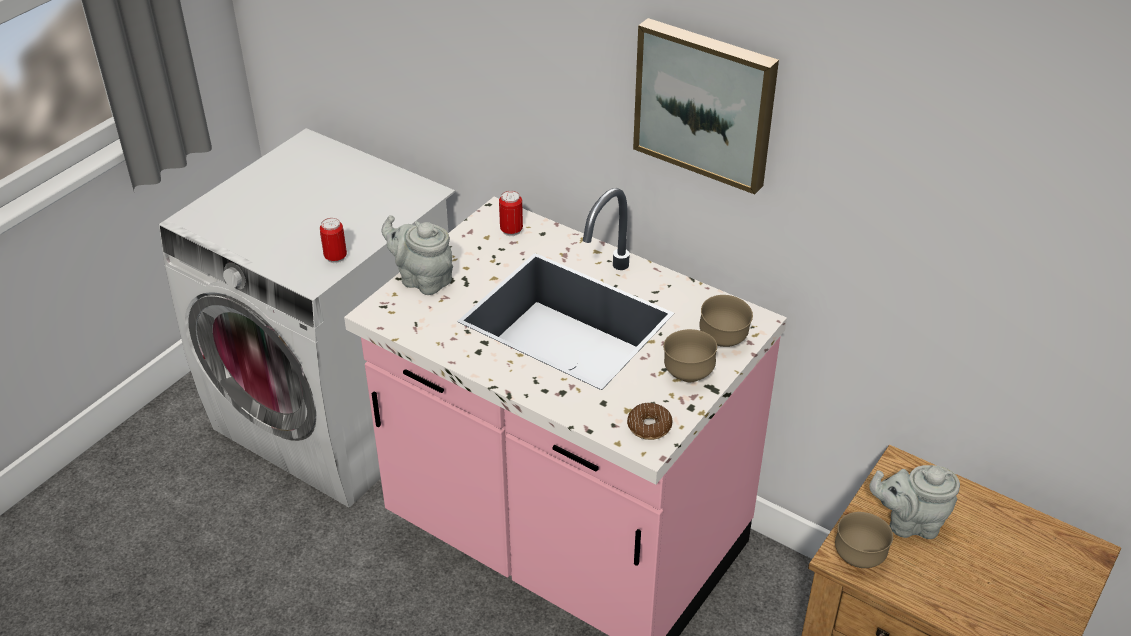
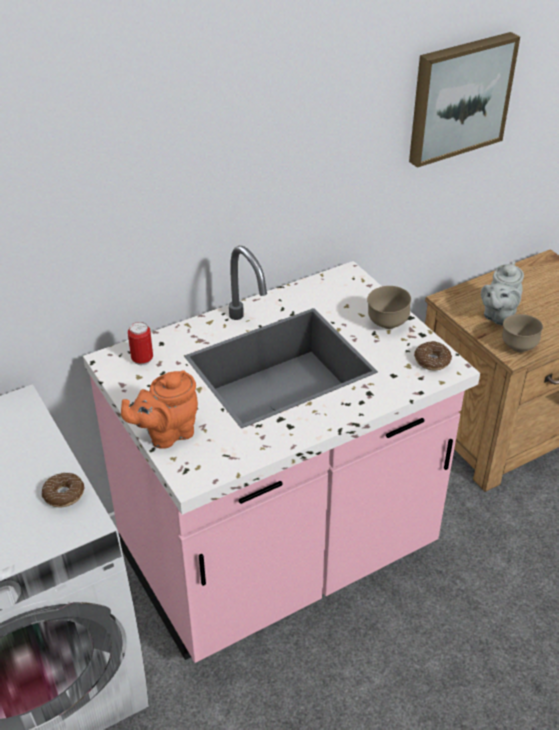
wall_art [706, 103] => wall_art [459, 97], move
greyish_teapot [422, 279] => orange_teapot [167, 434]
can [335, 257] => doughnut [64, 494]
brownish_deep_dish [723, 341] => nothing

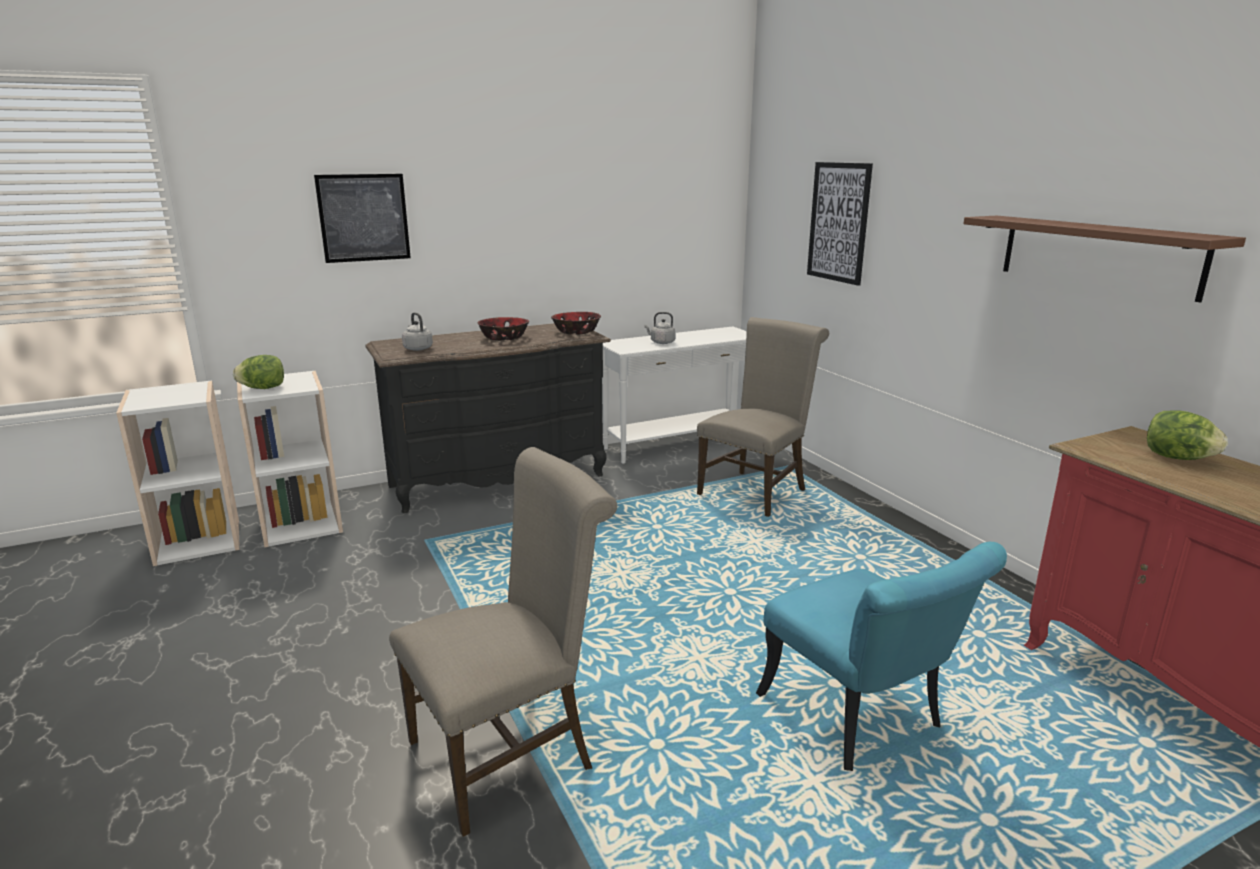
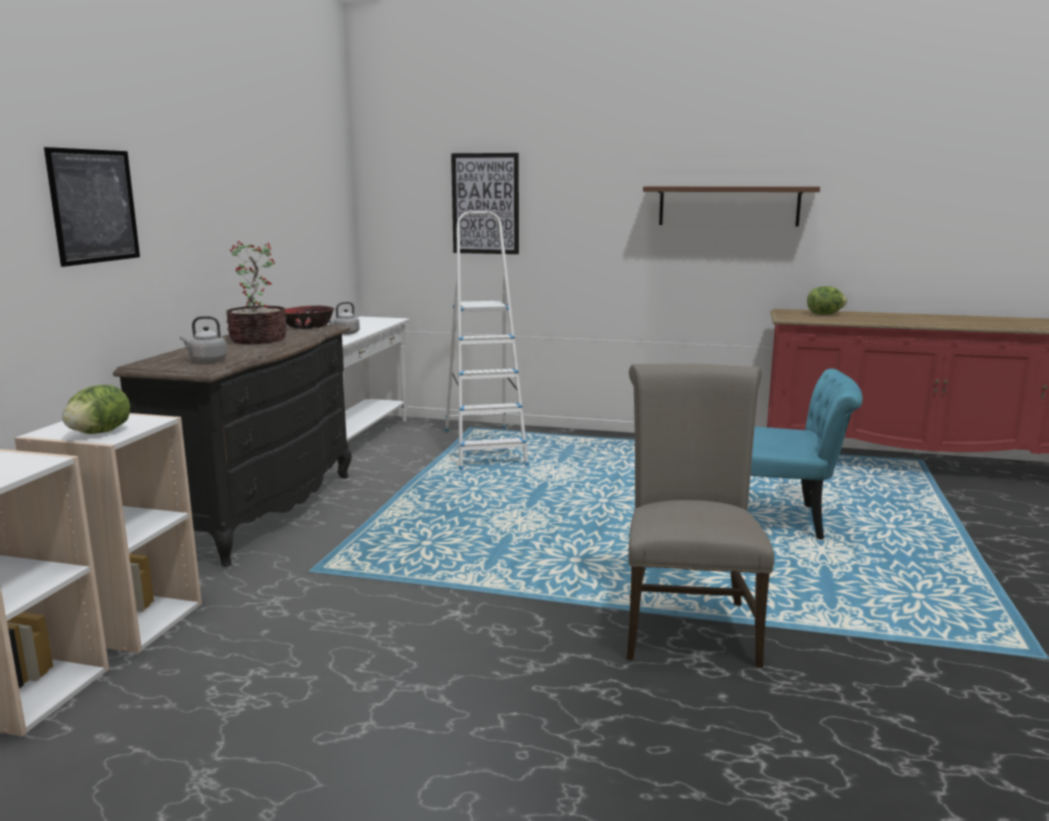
deep_dish [504, 337] => potted_plant [258, 340]
sand-coloured_upright_chair [756, 490] => whitish_step_stool [484, 447]

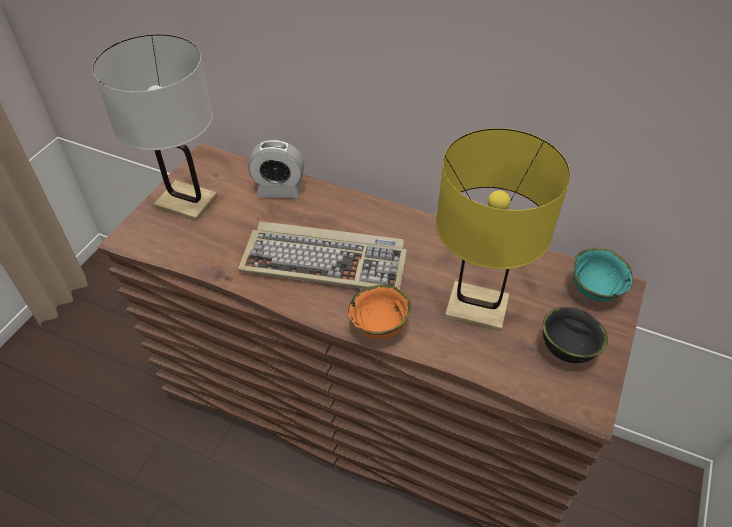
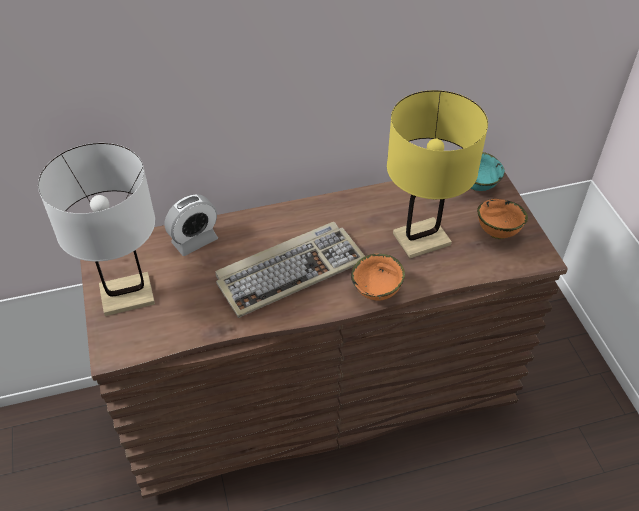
black-coloured_deep_dish [565, 350] => orange_deep_dish [496, 232]

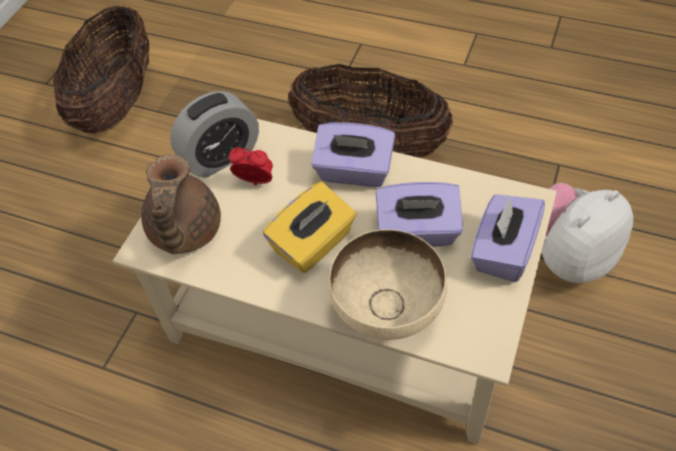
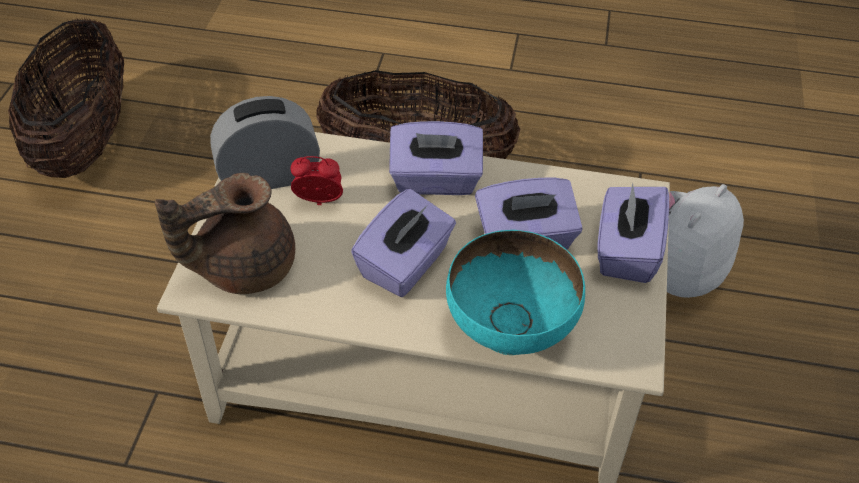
table_clock [221, 157] => table_clock [269, 176], 150 degrees counterclockwise
brownish_teapot [184, 232] => brownish_teapot [243, 266], 75 degrees clockwise
yellow-coloured_tissue_holder [313, 244] => purplish_tissue_holder [405, 264]
sand-coloured_deep_dish [388, 312] => turquoise-coloured_deep_dish [510, 330]

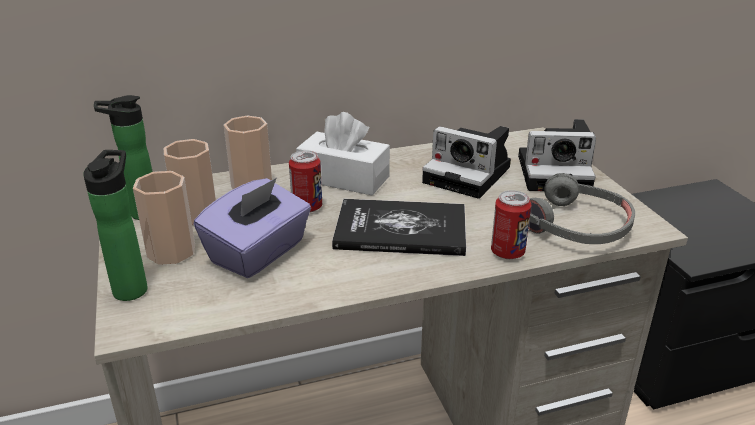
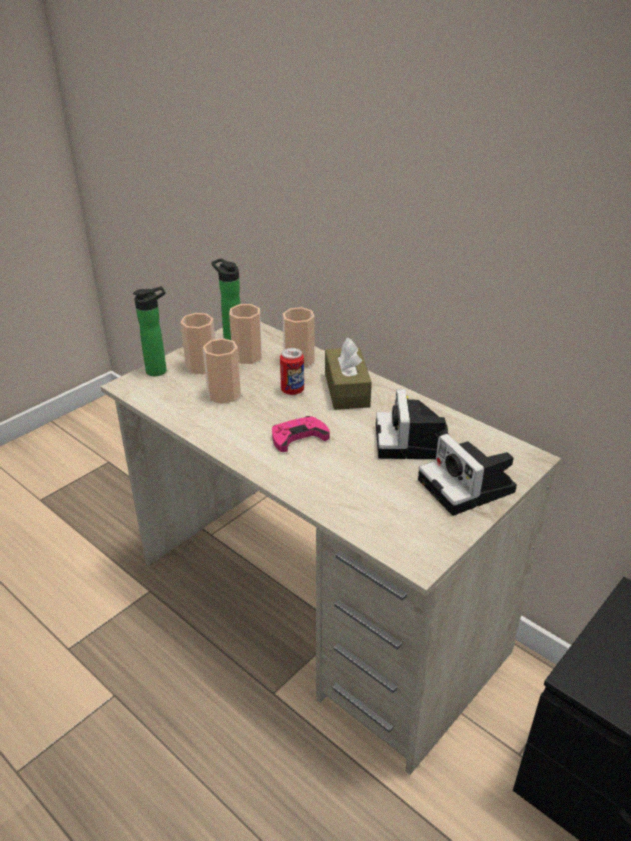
whitish_tissue_holder [344, 178] => brownish_tissue_holder [346, 390]
greyish_pair_of_headphones [577, 226] => nothing
purplish_tissue_holder [259, 253] => drinking_cup [224, 394]
can [507, 253] => nothing
volume [401, 230] => pink-coloured_joypad [298, 437]

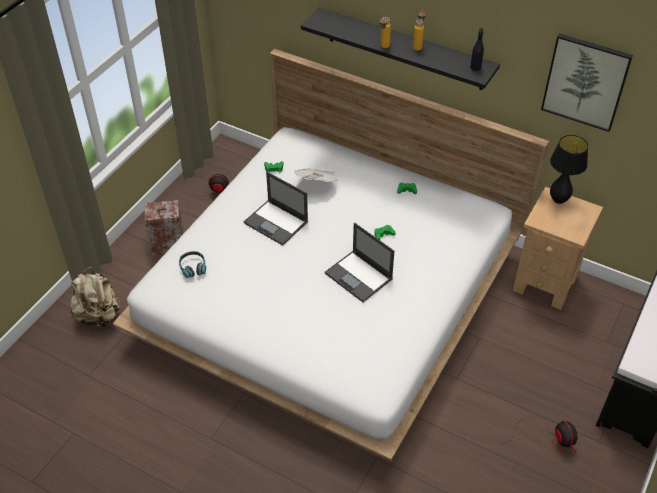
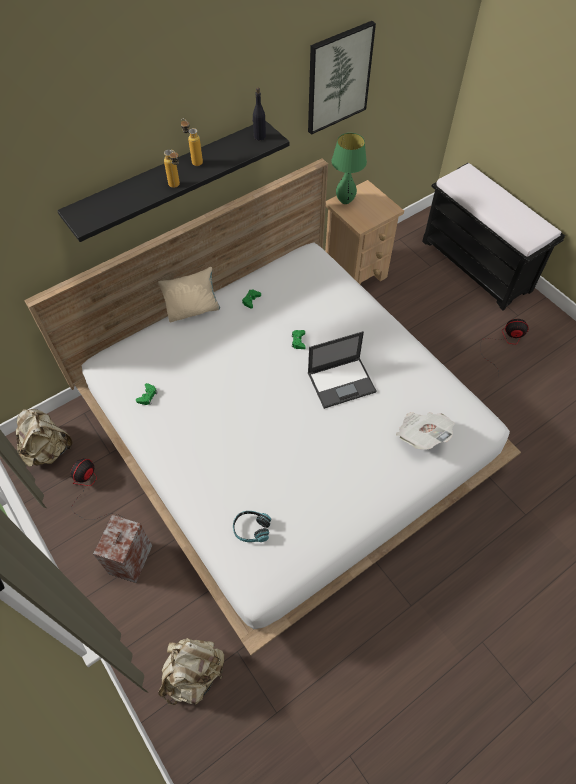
black-coloured_lamp_for_a_table [558, 200] => greenish_lamp_for_a_table [345, 201]
newspaper [317, 183] => newspaper [421, 435], move
notebook_computer [276, 222] => nothing
nothing => sand-coloured_cushion [193, 310]
nothing => sand-coloured_rucksack [48, 450]

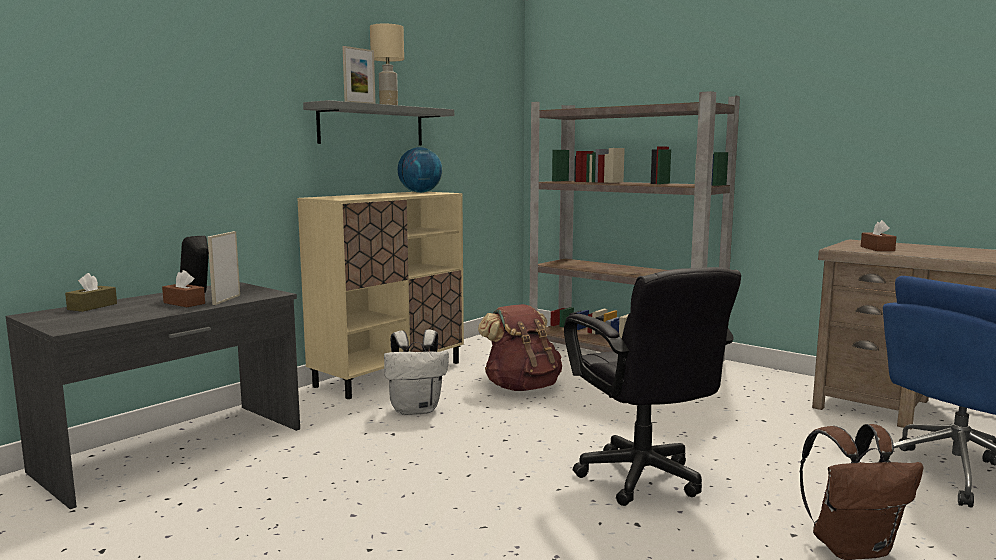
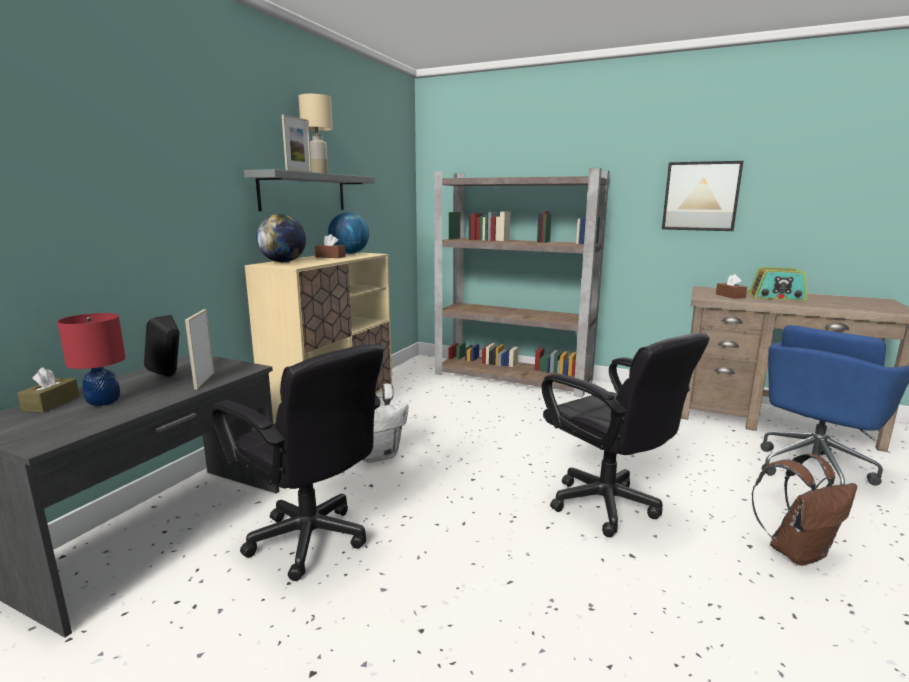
brownish_tissue_holder [184, 303] => brownish_tissue_holder [330, 257], move
brownish_rucksack [522, 387] => nothing
nothing => wall_art [700, 196]
nothing => globe [283, 262]
nothing => radio_set [776, 297]
nothing => red-coloured_lamp_for_a_table [105, 402]
nothing => black-coloured_computer_chair [313, 542]

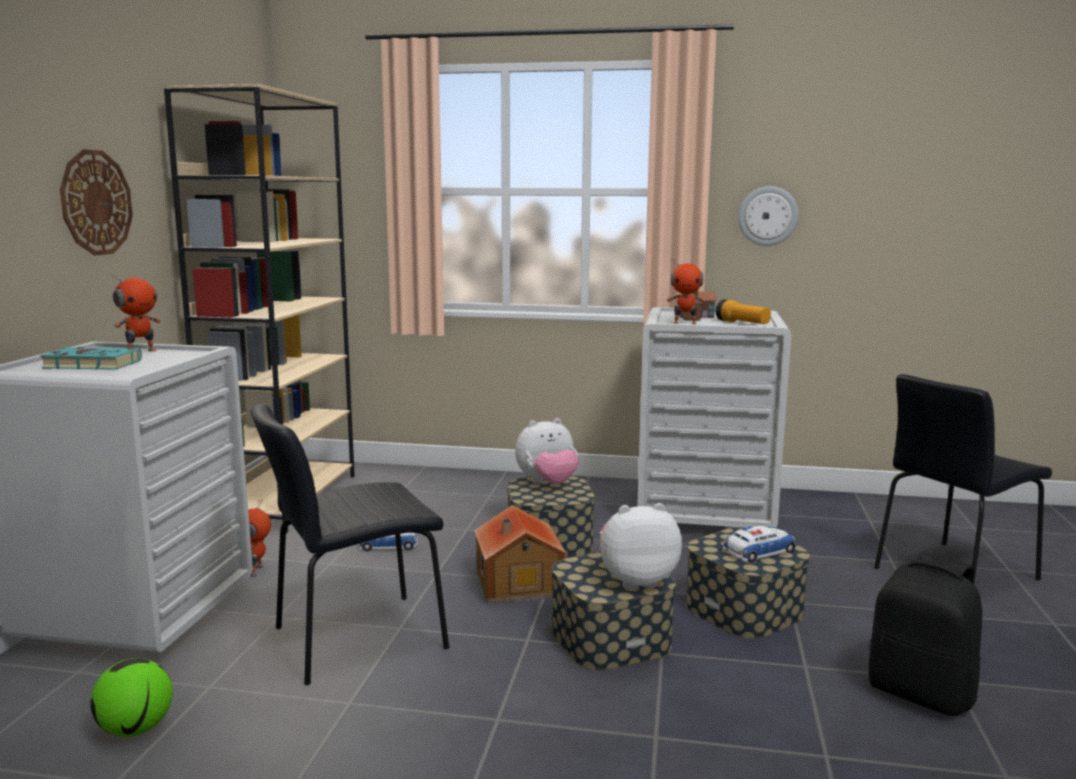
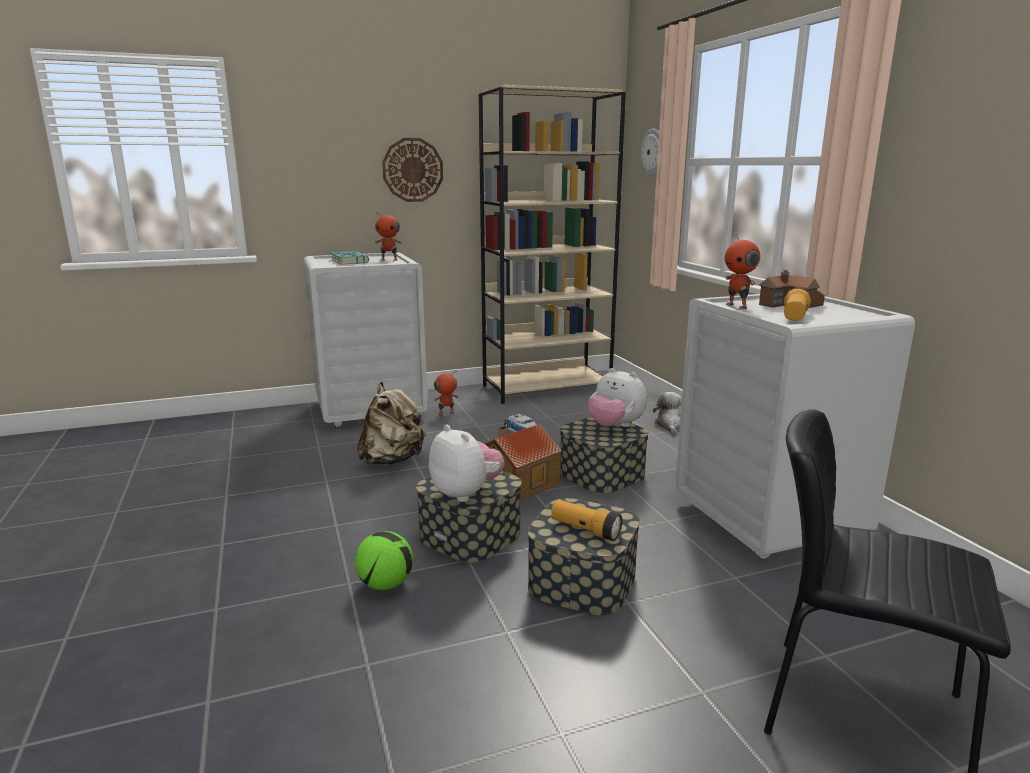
wall_clock [768, 216] => wall_clock [653, 152], move
black-coloured_upright_chair [353, 639] => sand-coloured_rucksack [392, 460]
toy_car [759, 551] => flashlight [585, 530]
black-coloured_rucksack [921, 693] => nothing
football [136, 729] => football [386, 584], move
nothing => cuddly_toy [669, 425]

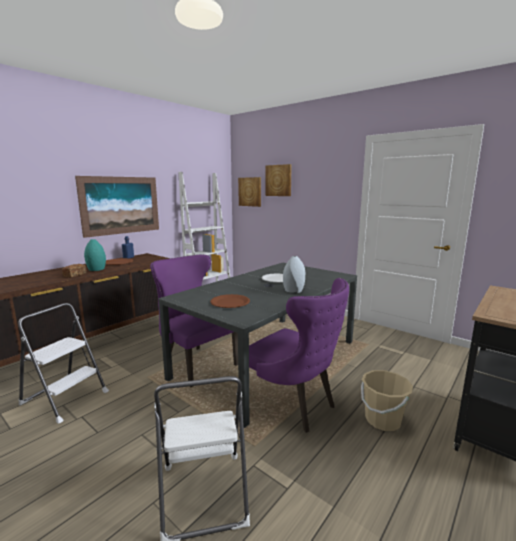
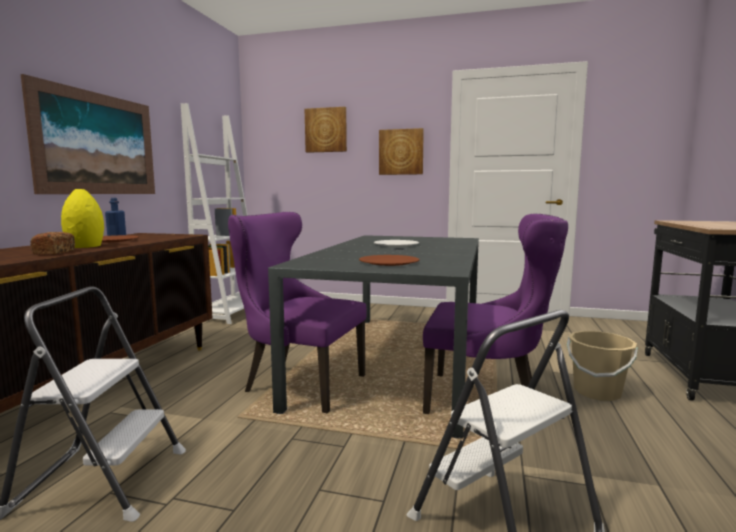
wall_art [250, 191] => wall_art [401, 152], move
turquoise-coloured_flower_vase [96, 269] => yellow-coloured_flower_vase [84, 247]
greyish_flower_vase [294, 291] => nothing

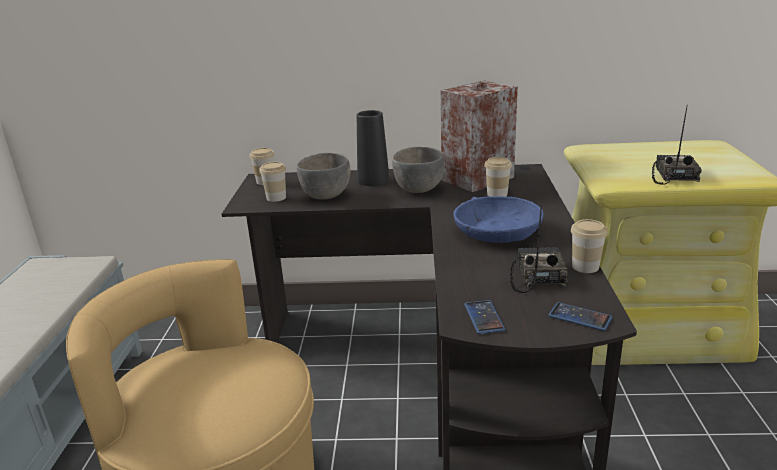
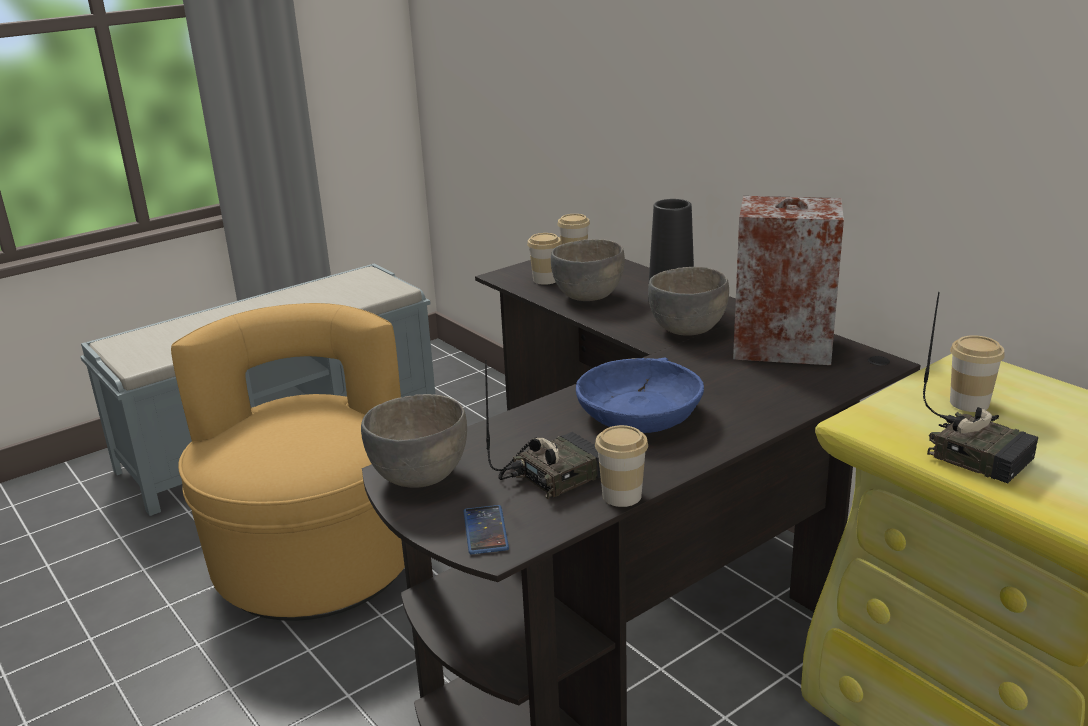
radio_set [672, 176] => radio_set [979, 454], 75 degrees clockwise
drinking_cup [497, 194] => drinking_cup [969, 403], move
phone [484, 317] => greyish_deep_dish [420, 477]

